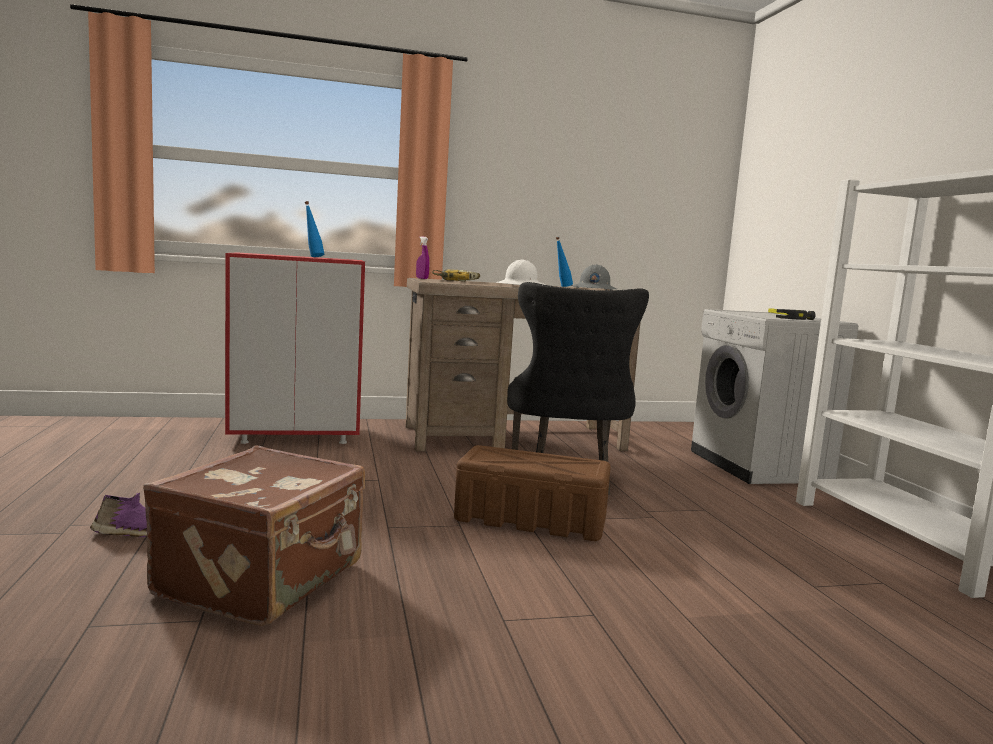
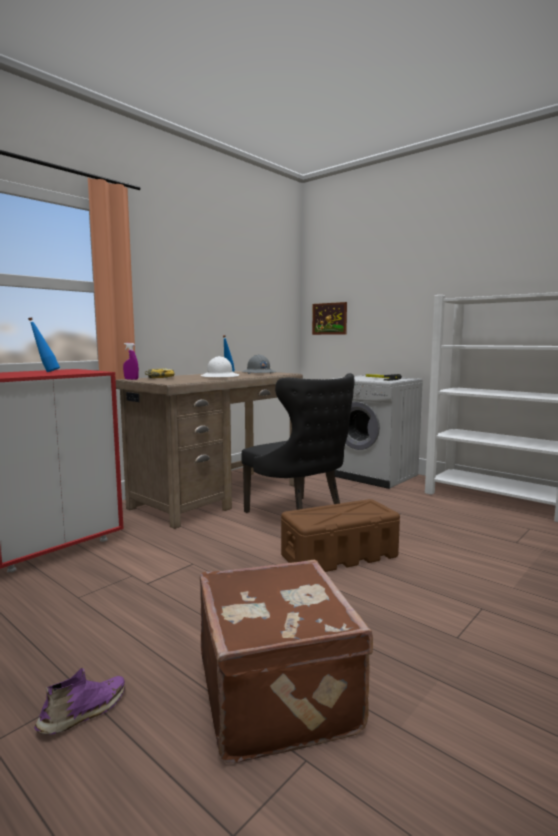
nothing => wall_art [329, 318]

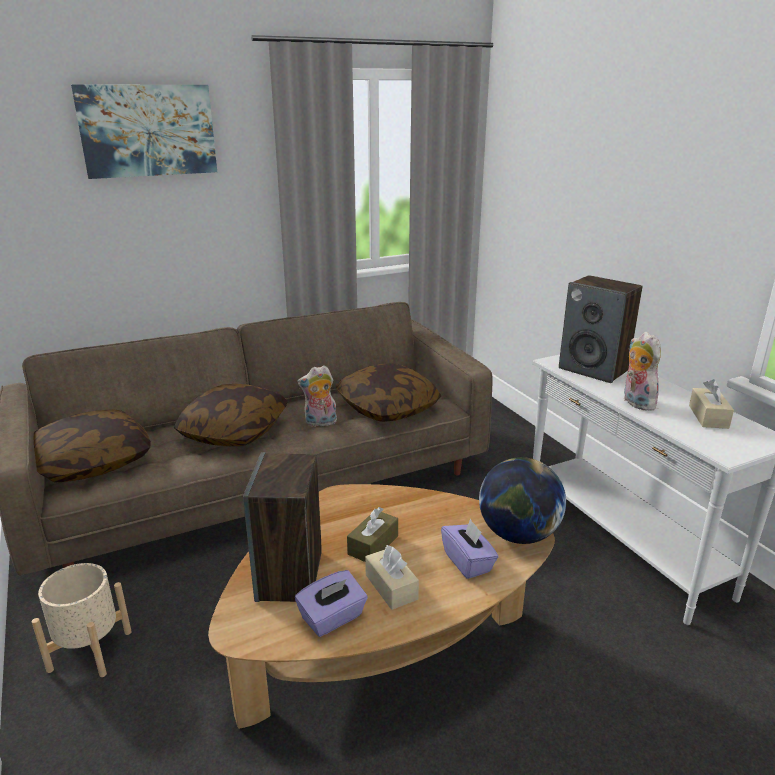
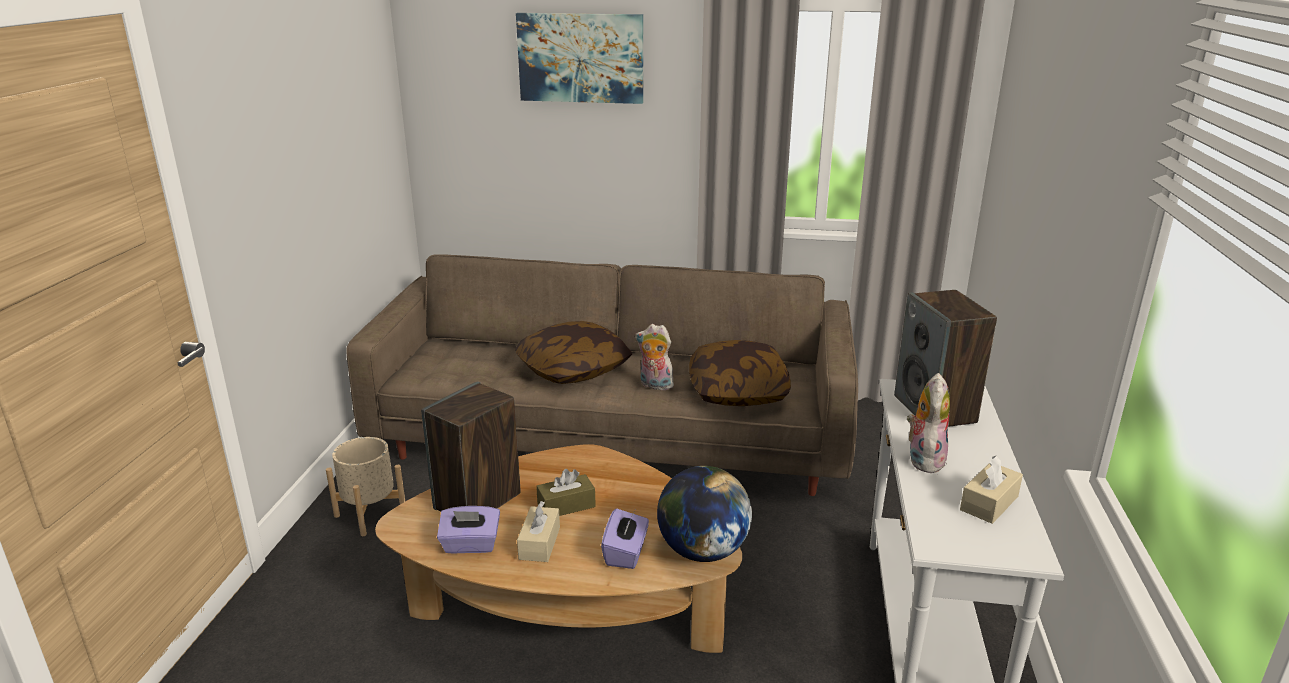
cushion [93, 462] => nothing

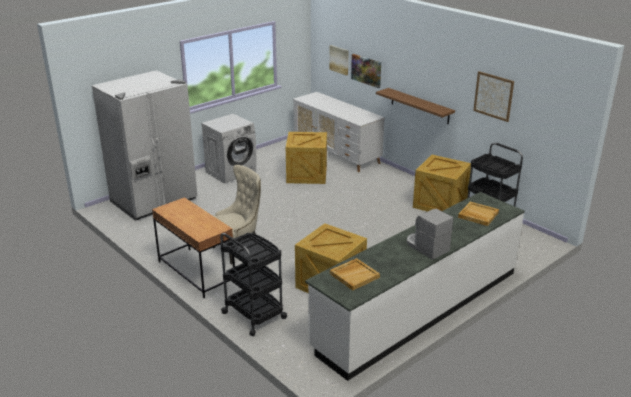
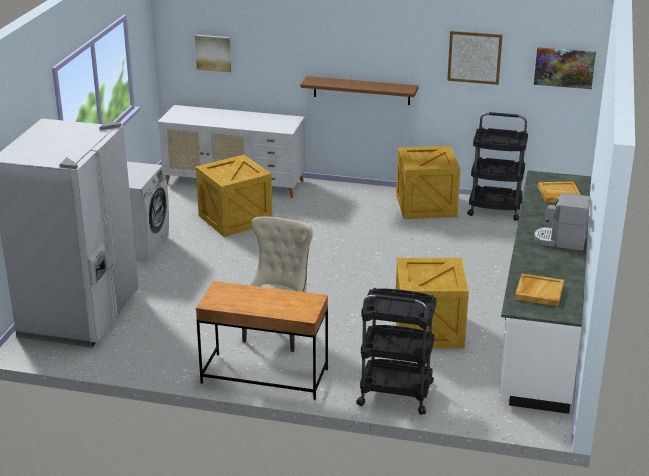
wall_art [366, 70] => wall_art [564, 67], move

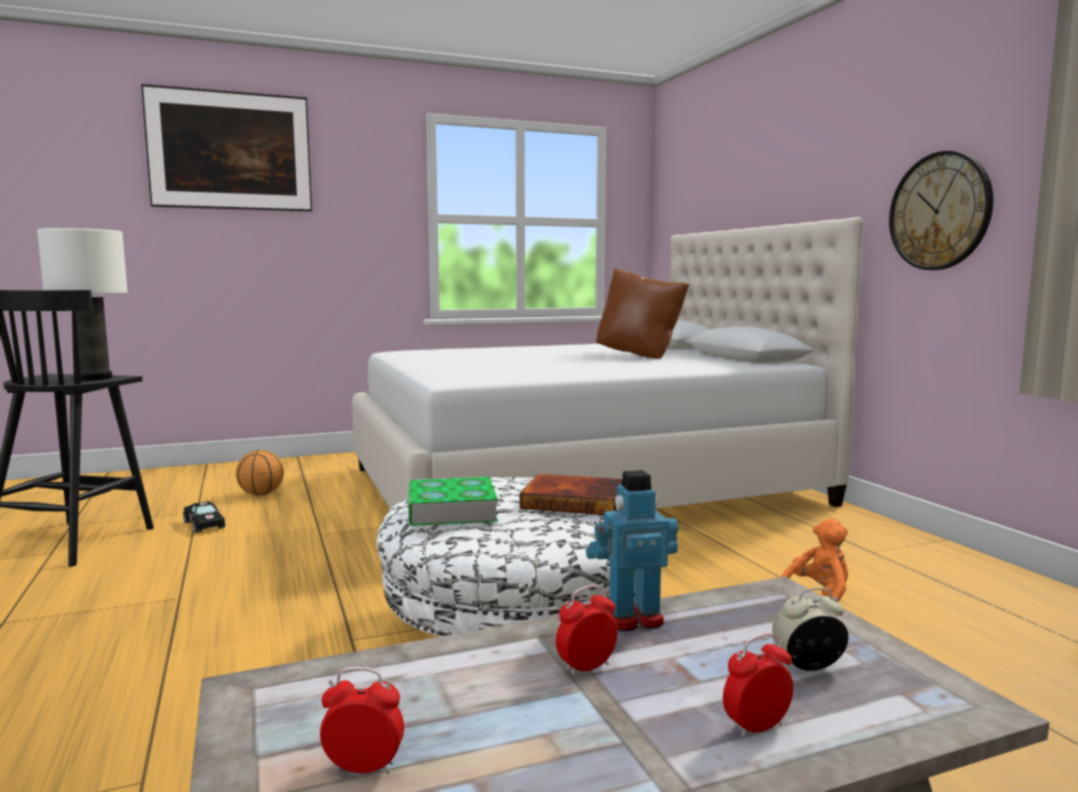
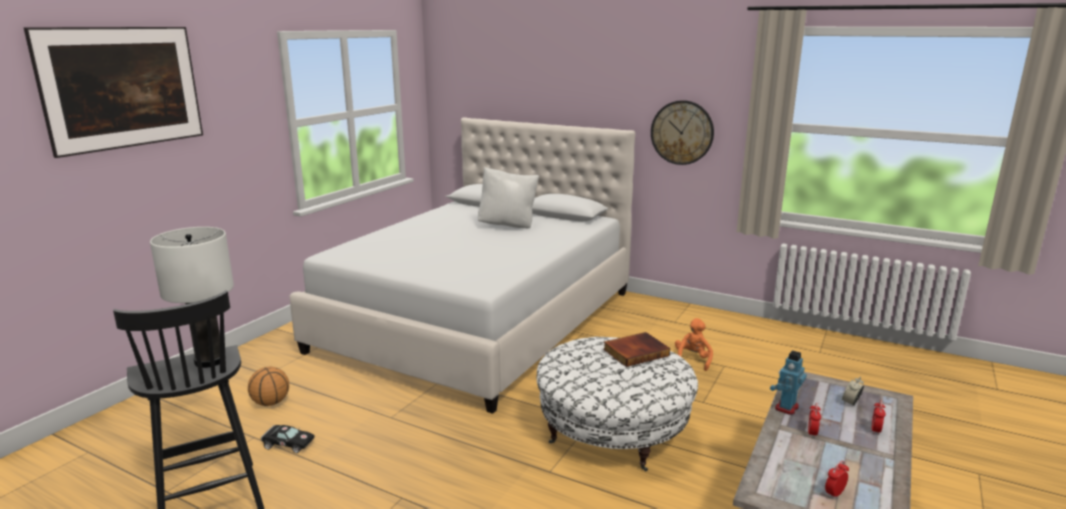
brownish_cushion [639, 356] => whitish_cushion [508, 226]
volume [451, 510] => nothing

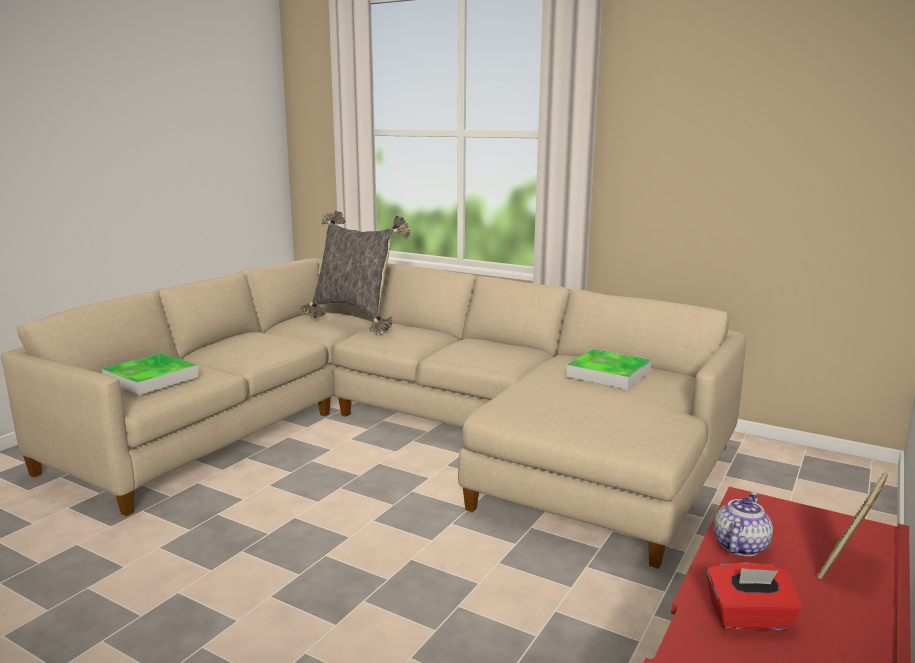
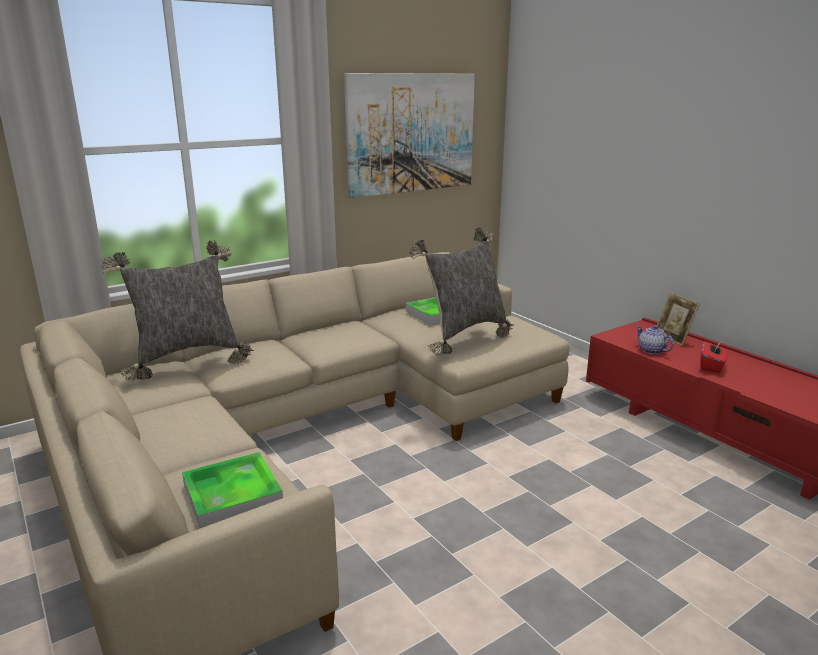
nothing => wall_art [411, 133]
nothing => cushion [461, 342]

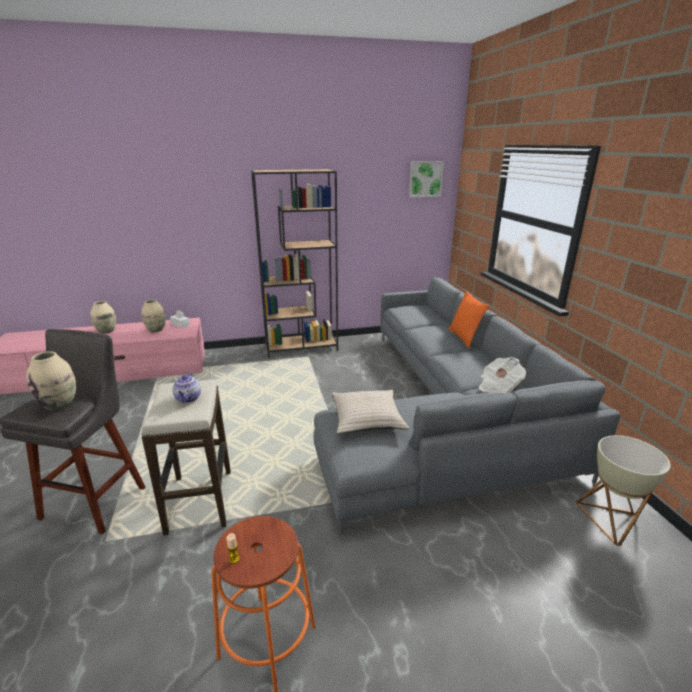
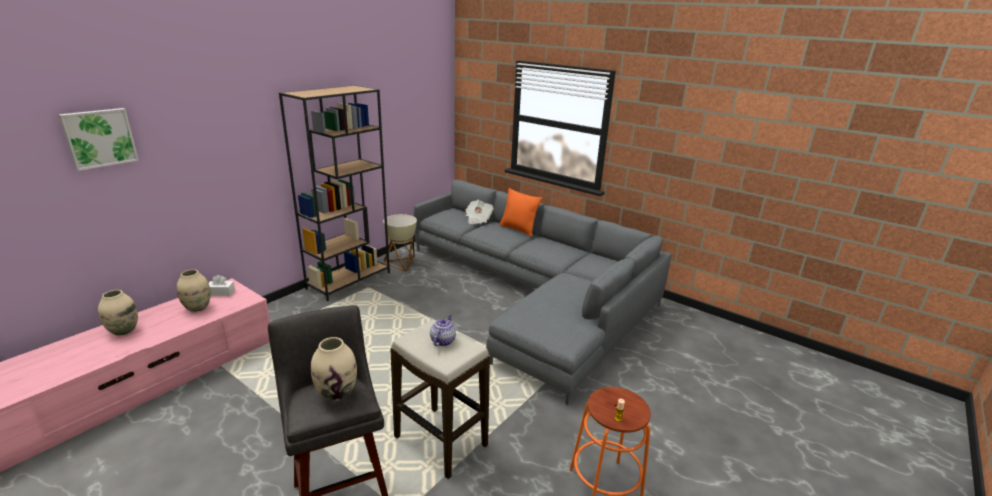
wall_art [425, 179] => wall_art [99, 138], move
newspaper [498, 386] => newspaper [478, 219], move
teapot [188, 398] => teapot [442, 340], 120 degrees counterclockwise
sand-coloured_cushion [367, 418] => nothing
planter [610, 520] => planter [402, 263], move

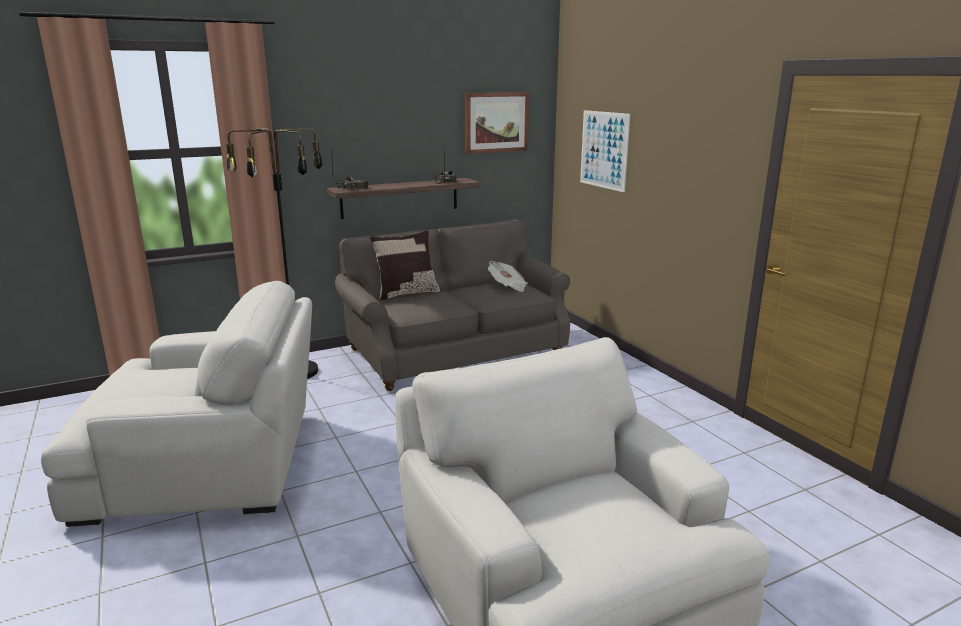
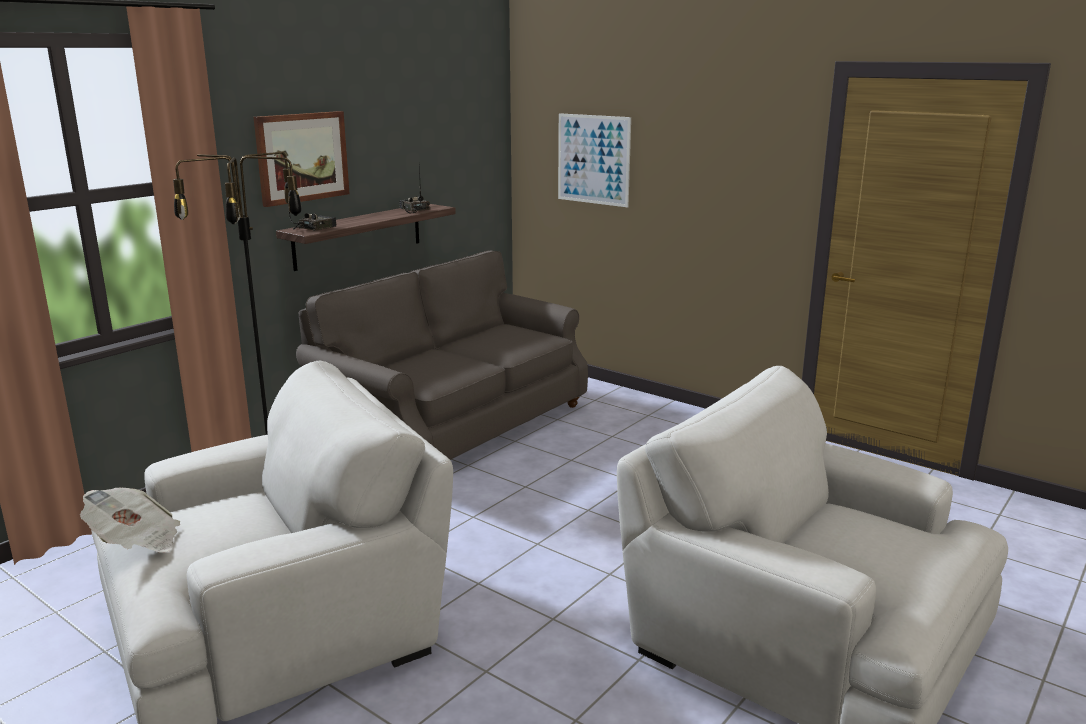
wall_art [496, 122] => wall_art [302, 157], move
cushion [406, 294] => nothing
newspaper [508, 287] => newspaper [136, 541], move

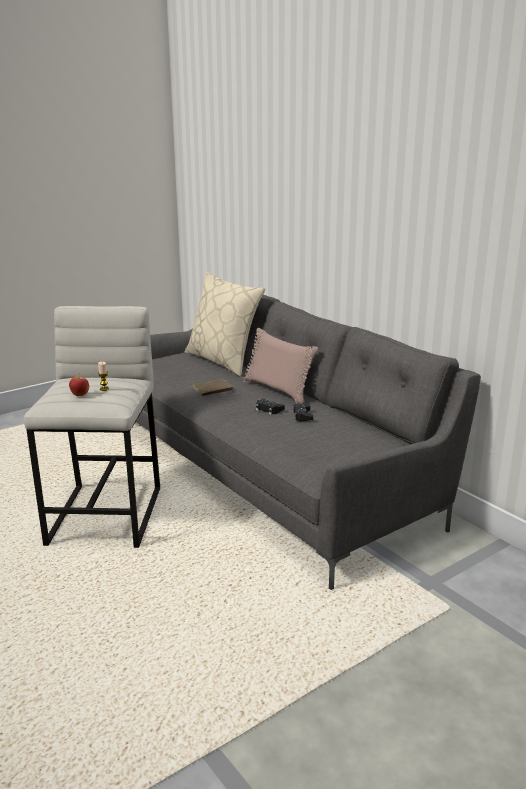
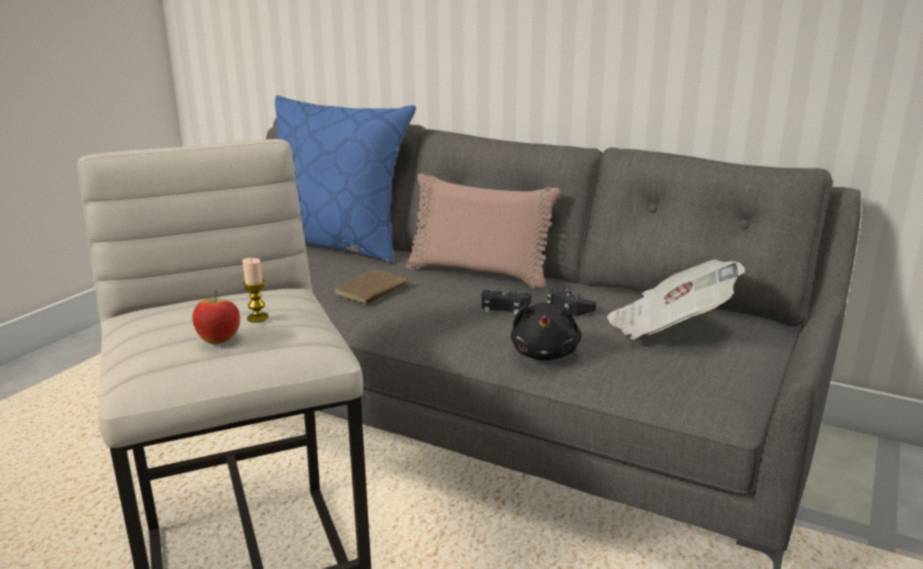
sand-coloured_cushion [223, 361] => blue_cushion [336, 243]
nothing => newspaper [668, 328]
nothing => black-coloured_cuddly_toy [545, 353]

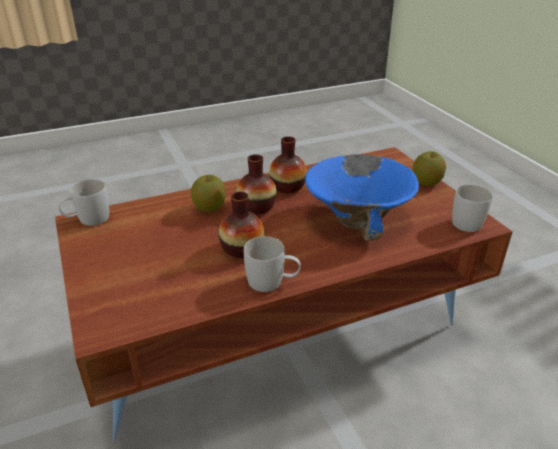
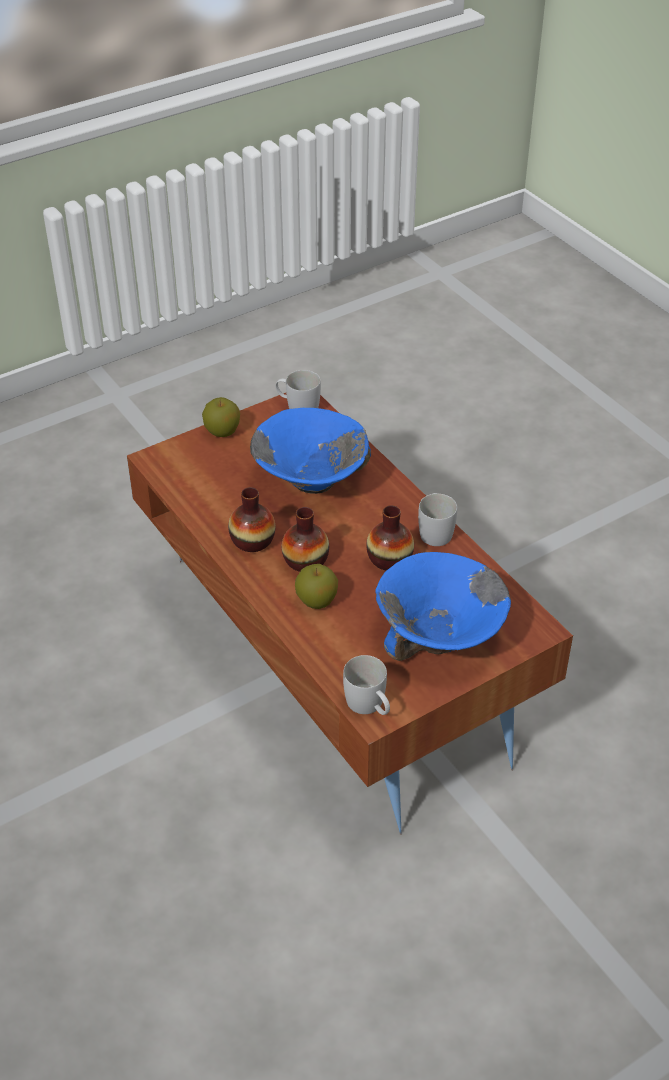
nothing => blue_deep_dish [439, 637]

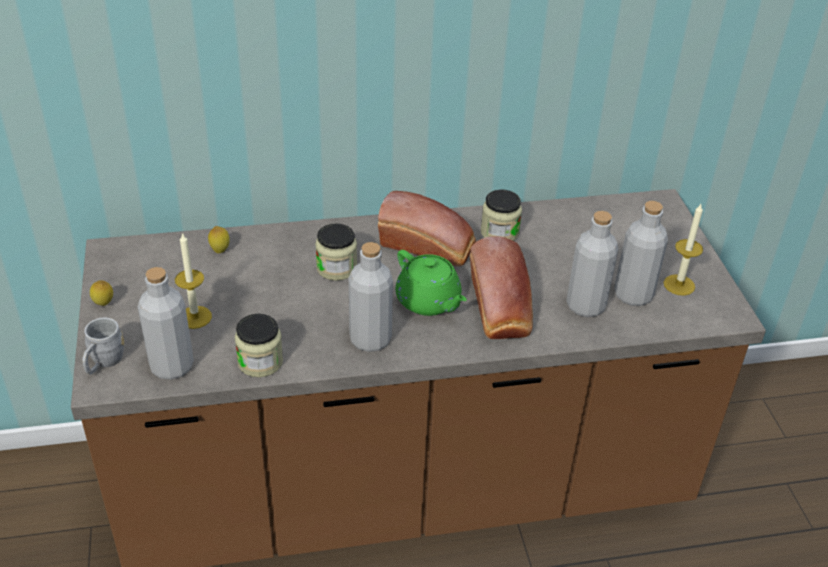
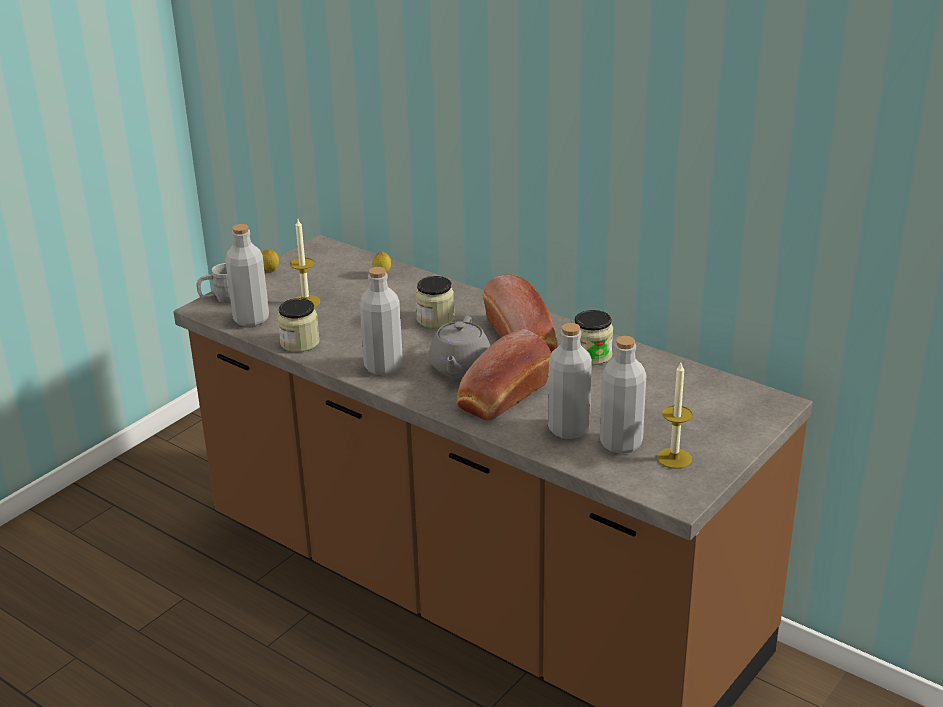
greenish_teapot [429, 301] => greyish_teapot [460, 367]

